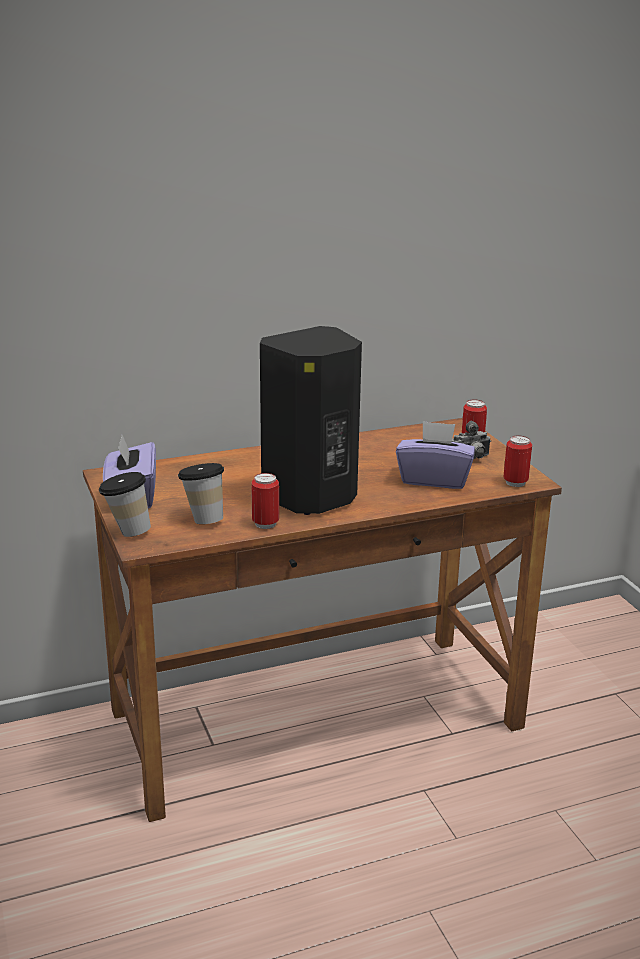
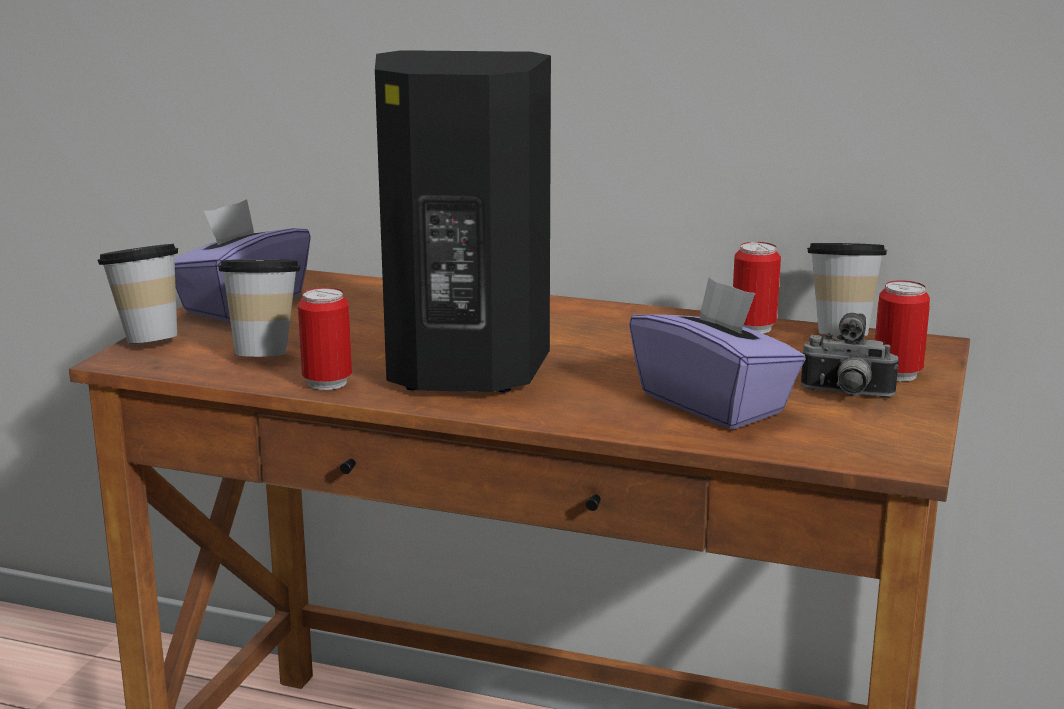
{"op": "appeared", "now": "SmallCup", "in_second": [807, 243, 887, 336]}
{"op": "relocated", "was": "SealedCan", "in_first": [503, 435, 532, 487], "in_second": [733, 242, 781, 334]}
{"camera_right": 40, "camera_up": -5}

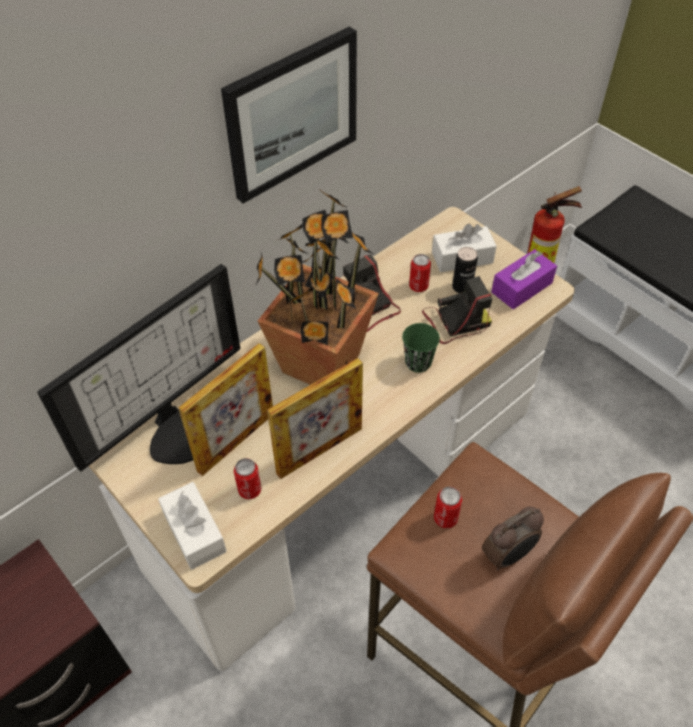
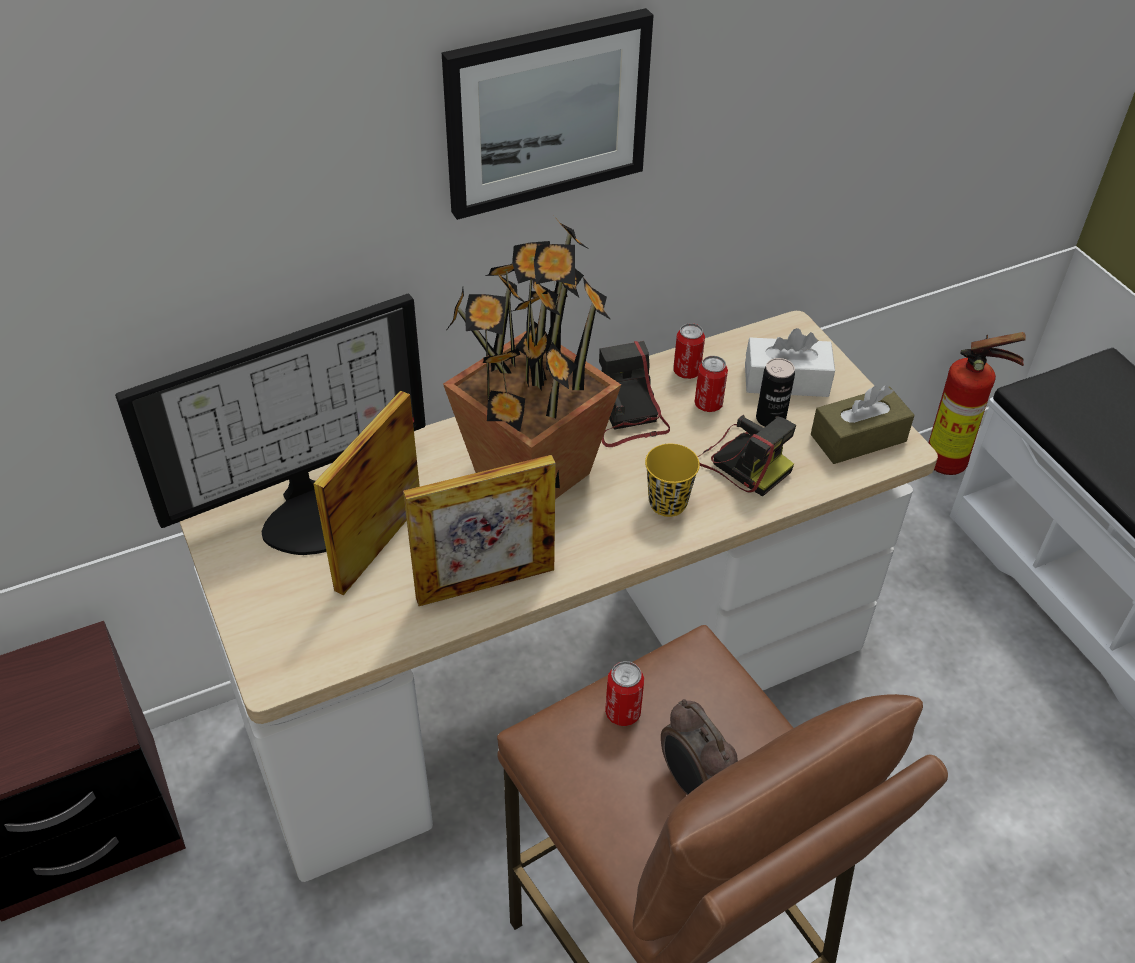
{"op": "missing", "was": "WhitishBoxOfTissues", "in_first": [158, 482, 227, 570]}
{"op": "relocated", "was": "SealedCan", "in_first": [234, 458, 261, 499], "in_second": [673, 323, 705, 379]}
{"op": "colour", "was": "GreenColouredSmallCup", "now": "YellowColouredSmallCup", "in_first": [402, 323, 440, 373], "in_second": [645, 444, 700, 517]}
{"op": "colour", "was": "PurpleBoxOfTissues", "now": "BrownBoxOfTissues", "in_first": [491, 249, 557, 309], "in_second": [810, 385, 915, 464]}
{"op": "spun", "was": "PhotoFrame", "in_first": [178, 343, 273, 476], "in_second": [313, 391, 420, 595], "clockwise": 150}
{"op": "spun", "was": "StillCamera", "in_first": [422, 276, 492, 344], "in_second": [698, 415, 796, 497], "clockwise": 45}
{"op": "spun", "was": "TableClock", "in_first": [482, 506, 544, 571], "in_second": [661, 699, 738, 795], "clockwise": 75}
{"camera_right": 15, "camera_up": -5}

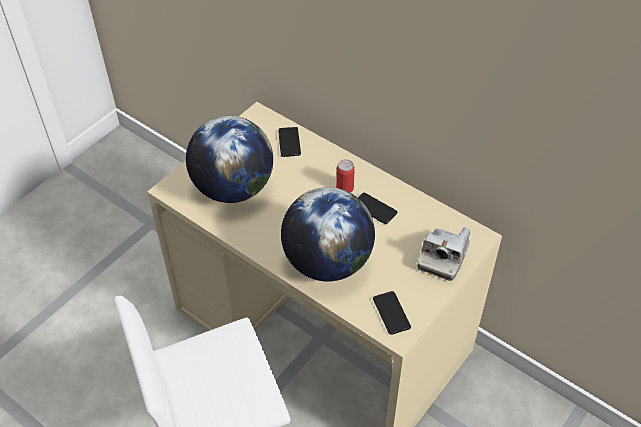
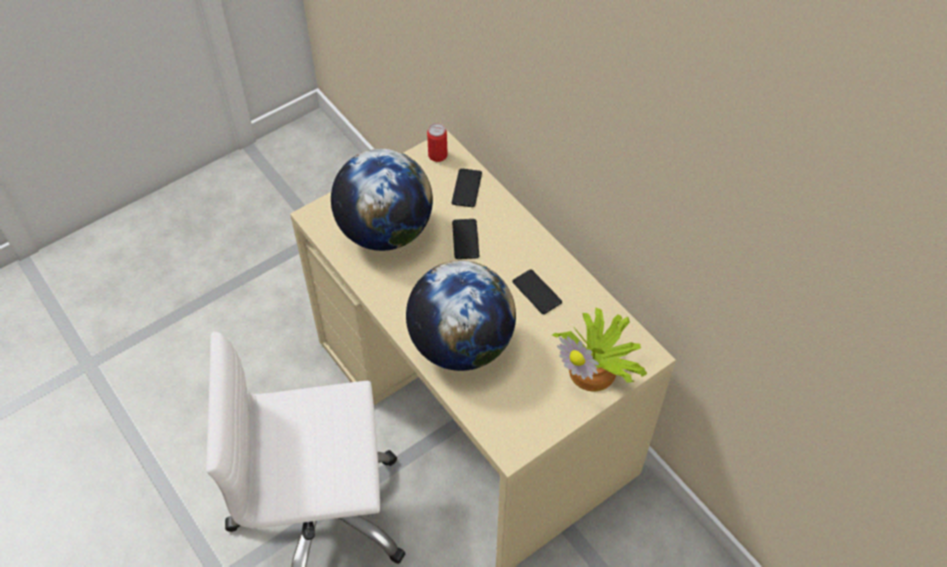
{"op": "relocated", "was": "SealedCan", "in_first": [336, 159, 355, 193], "in_second": [427, 123, 448, 162]}
{"op": "relocated", "was": "Telephone", "in_first": [373, 291, 411, 335], "in_second": [452, 219, 479, 259]}
{"op": "exchanged", "was": "StillCamera", "now": "PlantInAPot", "in_first": [417, 227, 470, 281], "in_second": [552, 308, 647, 391]}
{"camera_right": 15, "camera_up": 5}

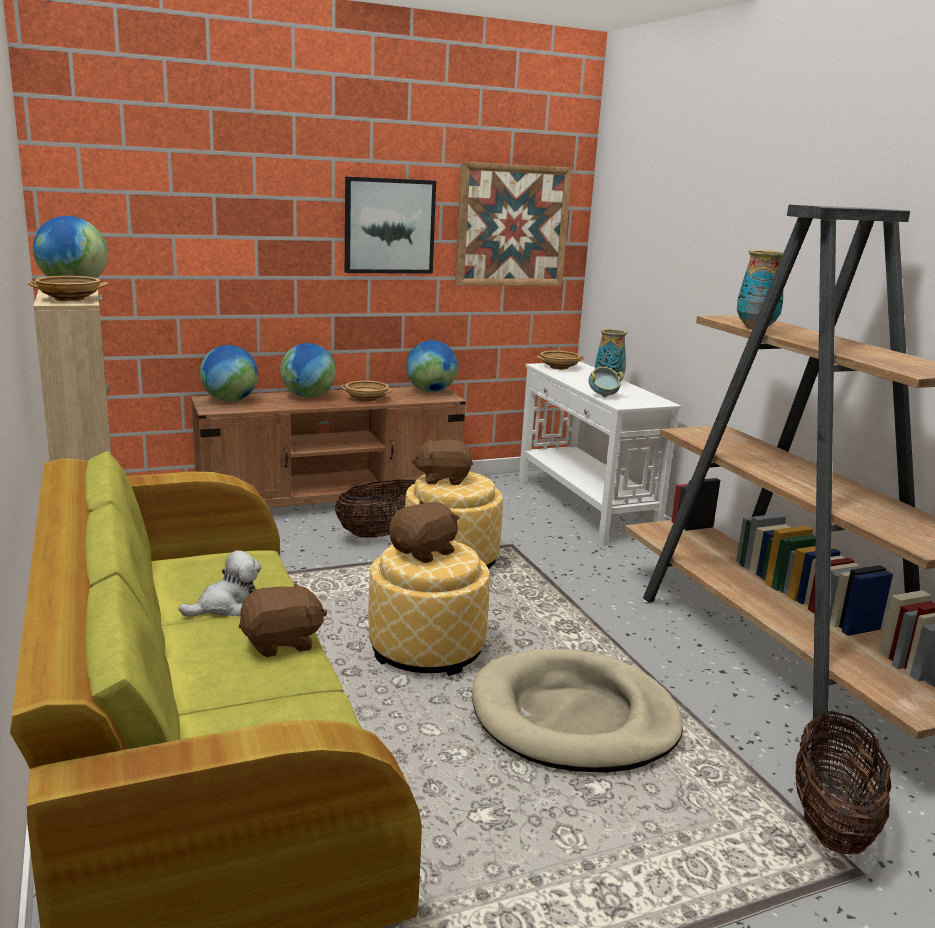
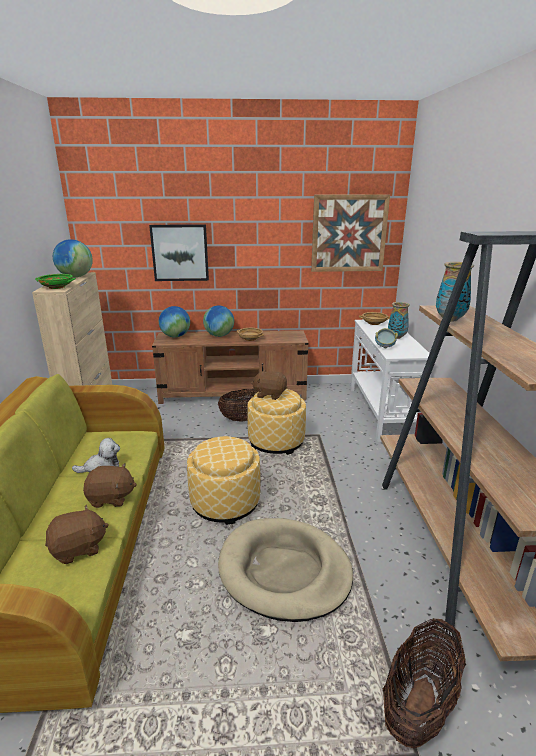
{"op": "missing", "was": "DeskGlobe", "in_first": [406, 340, 458, 392]}
{"op": "relocated", "was": "Picture", "in_first": [345, 176, 436, 274], "in_second": [149, 224, 209, 281]}
{"op": "relocated", "was": "BrownPlushToy", "in_first": [389, 500, 460, 563], "in_second": [45, 505, 108, 564]}
{"op": "colour", "was": "SandColouredBowl", "now": "GreenColouredBowl", "in_first": [28, 276, 108, 302], "in_second": [35, 274, 76, 289]}
{"camera_right": 20, "camera_up": 5}

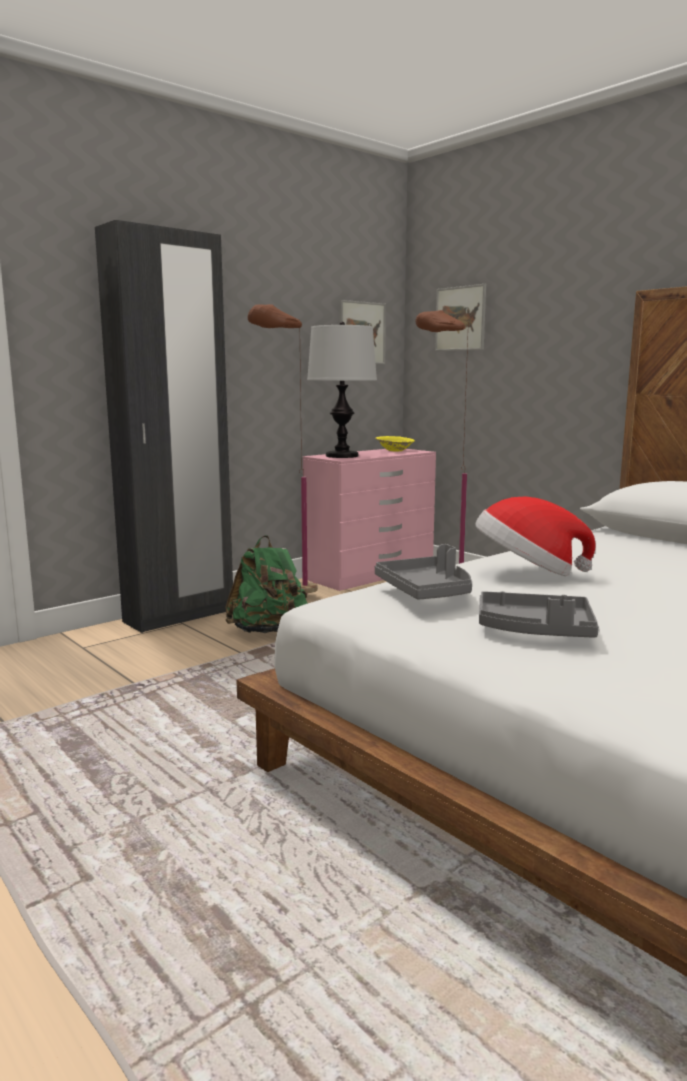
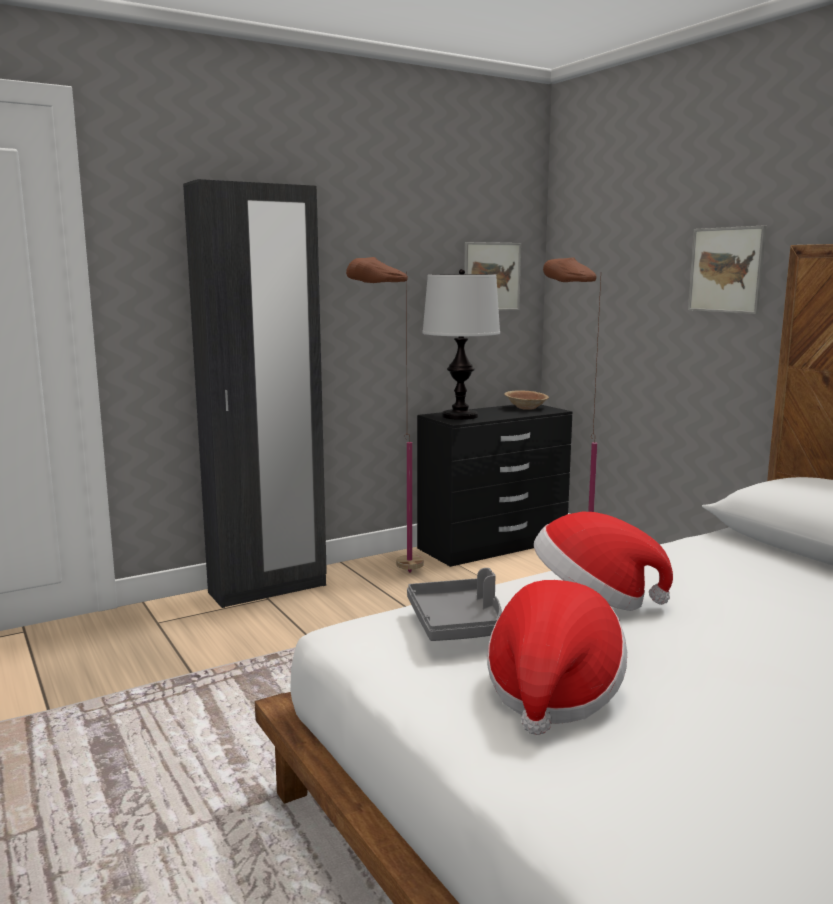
{"op": "missing", "was": "GreenColouredRucksack", "in_first": [226, 535, 308, 633]}
{"op": "relocated", "was": "Picture", "in_first": [435, 284, 486, 351], "in_second": [688, 226, 766, 314]}
{"op": "exchanged", "was": "GreyTray", "now": "ClothingHat", "in_first": [479, 591, 599, 638], "in_second": [487, 580, 627, 735]}
{"op": "colour", "was": "PinkDrawerChest", "now": "BlackDrawerChest", "in_first": [303, 449, 436, 591], "in_second": [417, 405, 572, 567]}
{"op": "colour", "was": "YellowColouredBowl", "now": "BrownBowl", "in_first": [375, 436, 415, 451], "in_second": [504, 390, 549, 410]}
{"camera_right": 10, "camera_up": 0}

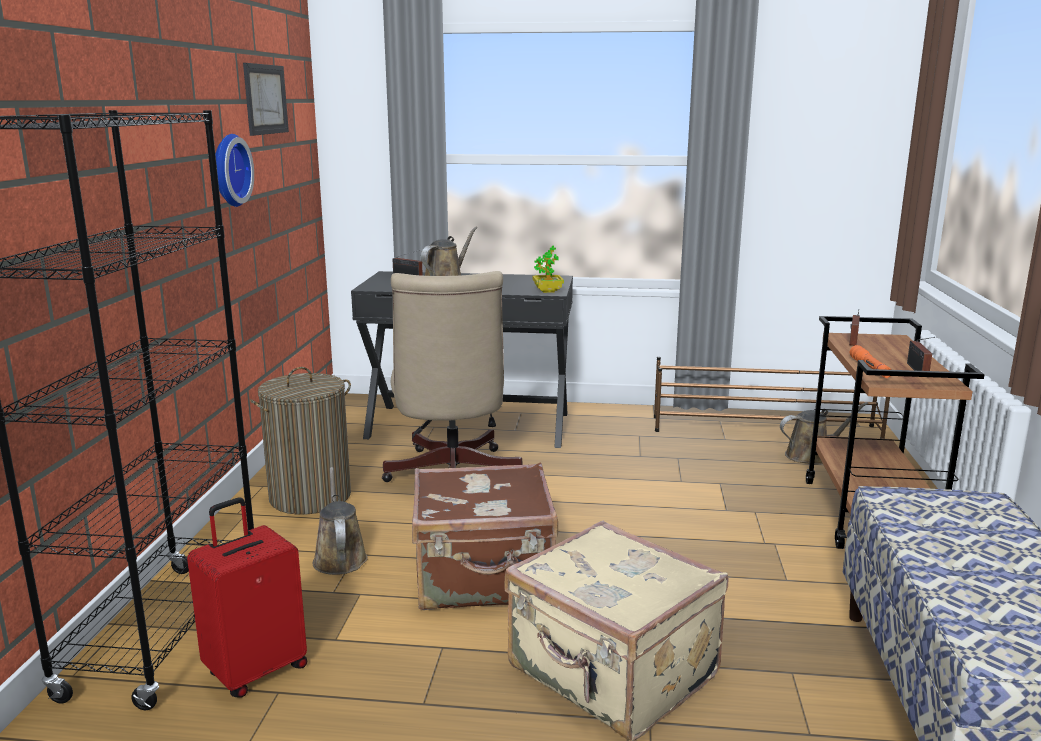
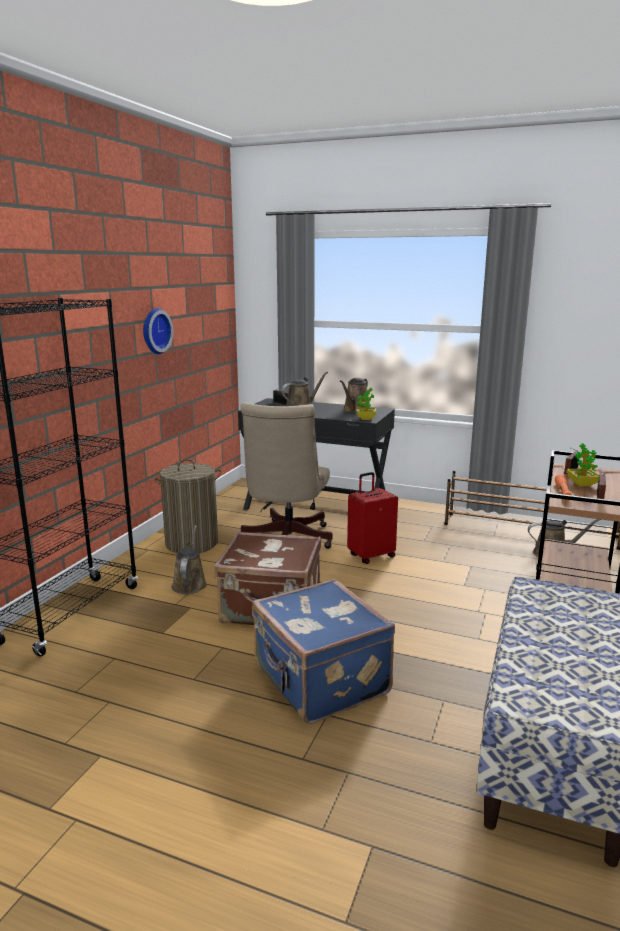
{"op": "missing", "was": "Picture", "in_first": [243, 63, 289, 136]}
{"op": "appeared", "now": "BrownSprinklingCan", "in_second": [340, 378, 370, 413]}
{"op": "appeared", "now": "PlantInAPot", "in_second": [566, 443, 599, 486]}
{"op": "relocated", "was": "ReddishPieceOfLuggage", "in_first": [187, 498, 307, 697], "in_second": [347, 472, 398, 564]}
{"op": "colour", "was": "SandColouredPieceOfLuggage", "now": "BluePieceOfLuggage", "in_first": [504, 520, 728, 741], "in_second": [252, 579, 395, 724]}
{"camera_right": 15, "camera_up": 0}

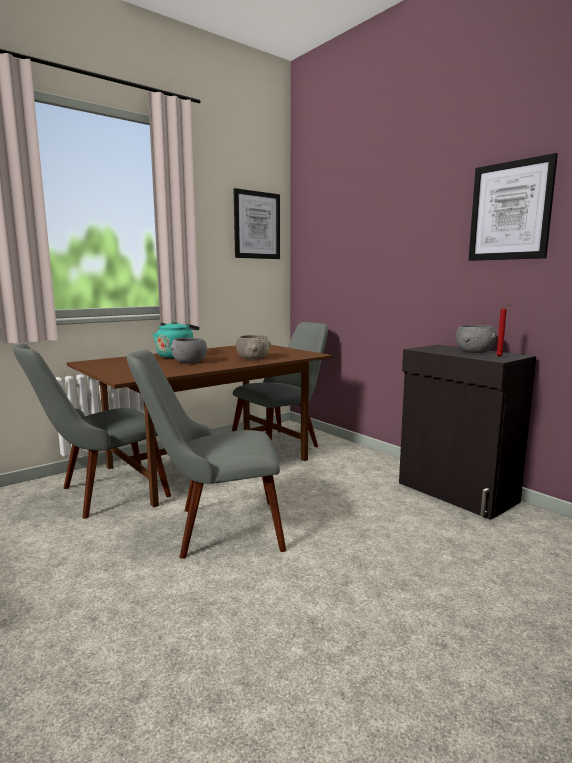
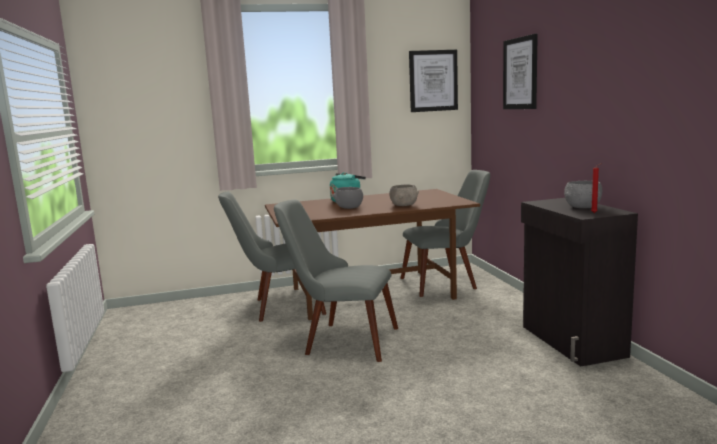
{"op": "relocated", "was": "Picture", "in_first": [469, 153, 558, 261], "in_second": [503, 34, 538, 109]}
{"camera_right": 25, "camera_up": 0}

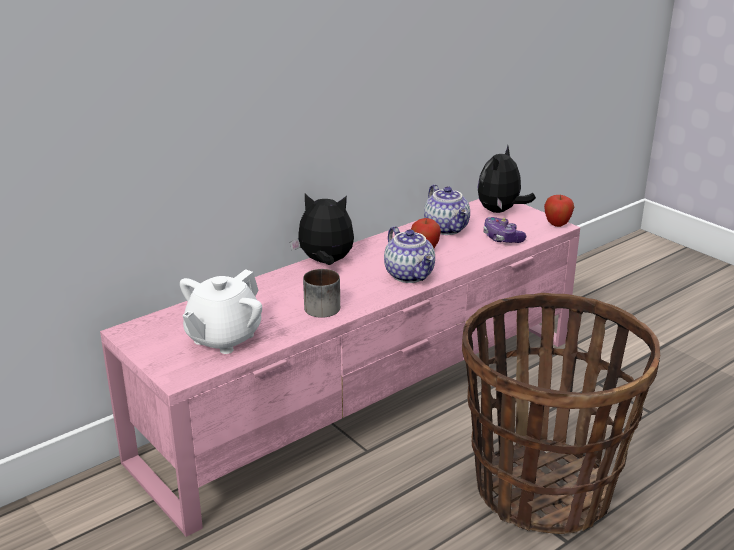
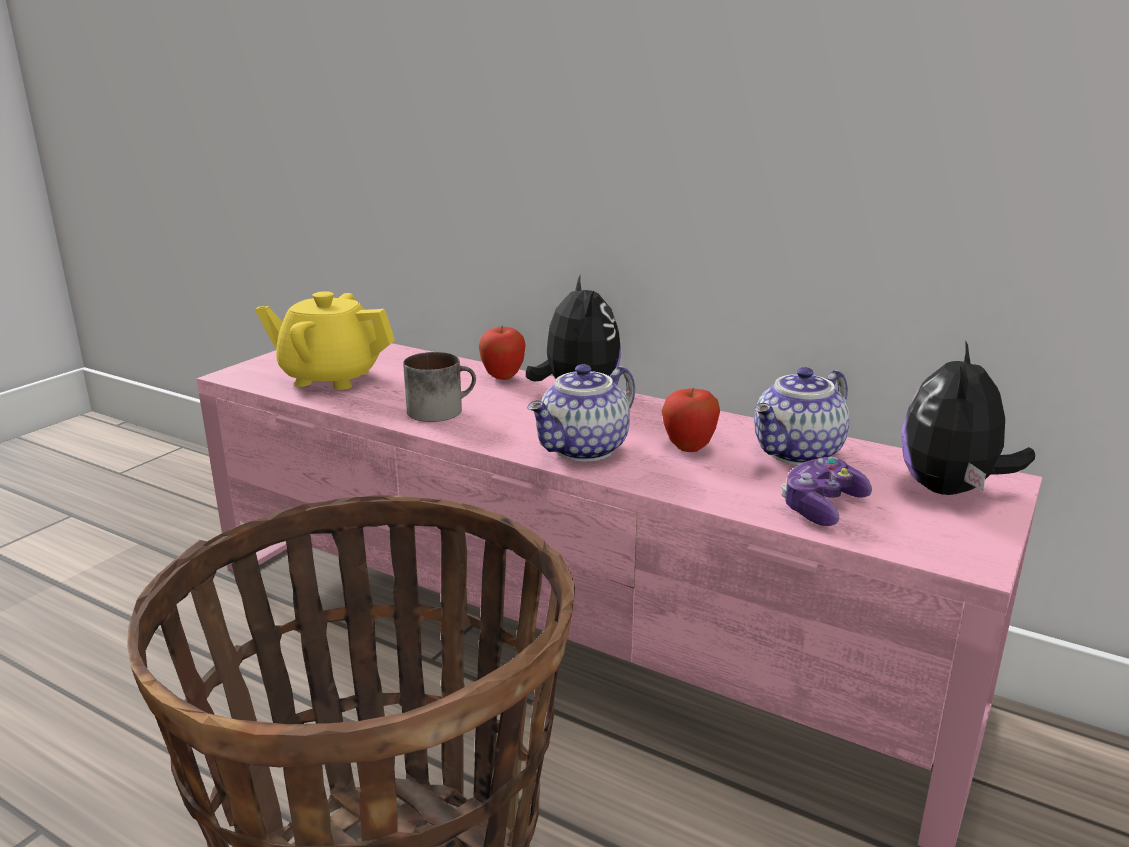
{"op": "relocated", "was": "AppleFruit", "in_first": [544, 195, 574, 227], "in_second": [479, 326, 526, 380]}
{"op": "colour", "was": "WhitishTeapot", "now": "YellowColouredTeapot", "in_first": [180, 269, 262, 354], "in_second": [255, 291, 395, 390]}
{"op": "spun", "was": "PlushToy", "in_first": [477, 145, 536, 213], "in_second": [902, 340, 1035, 495], "clockwise": -75}
{"camera_right": 70, "camera_up": -5}

